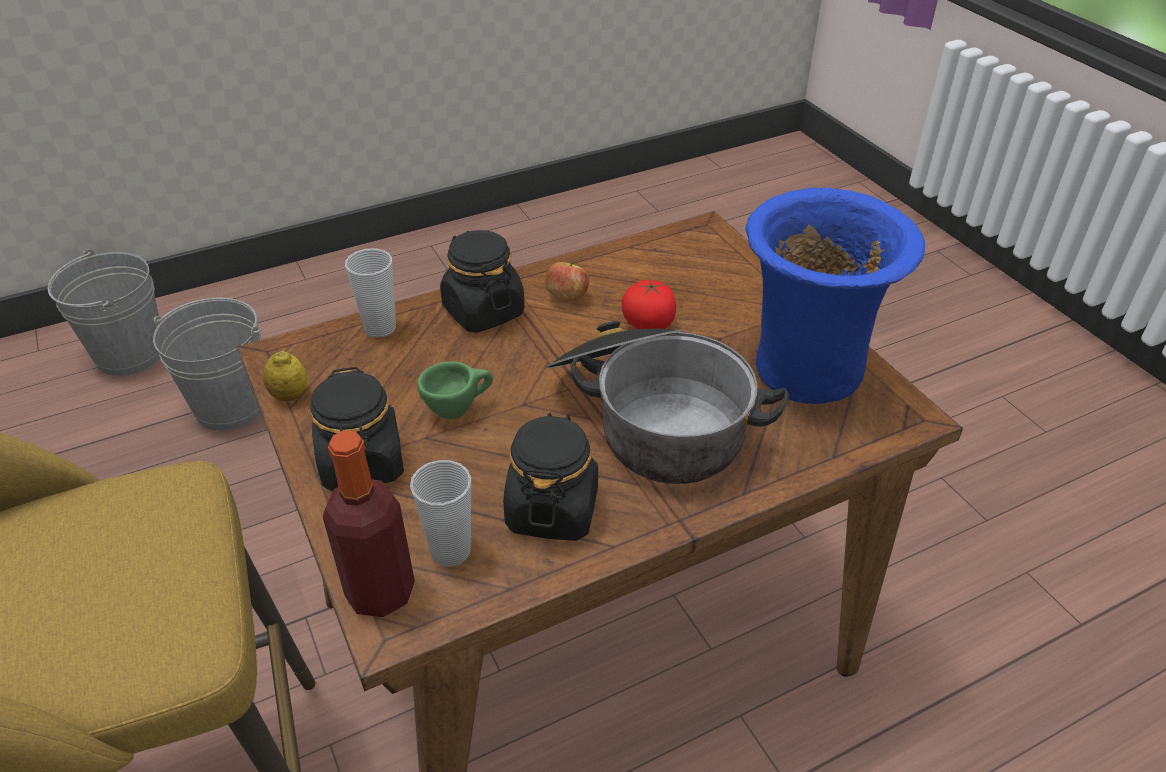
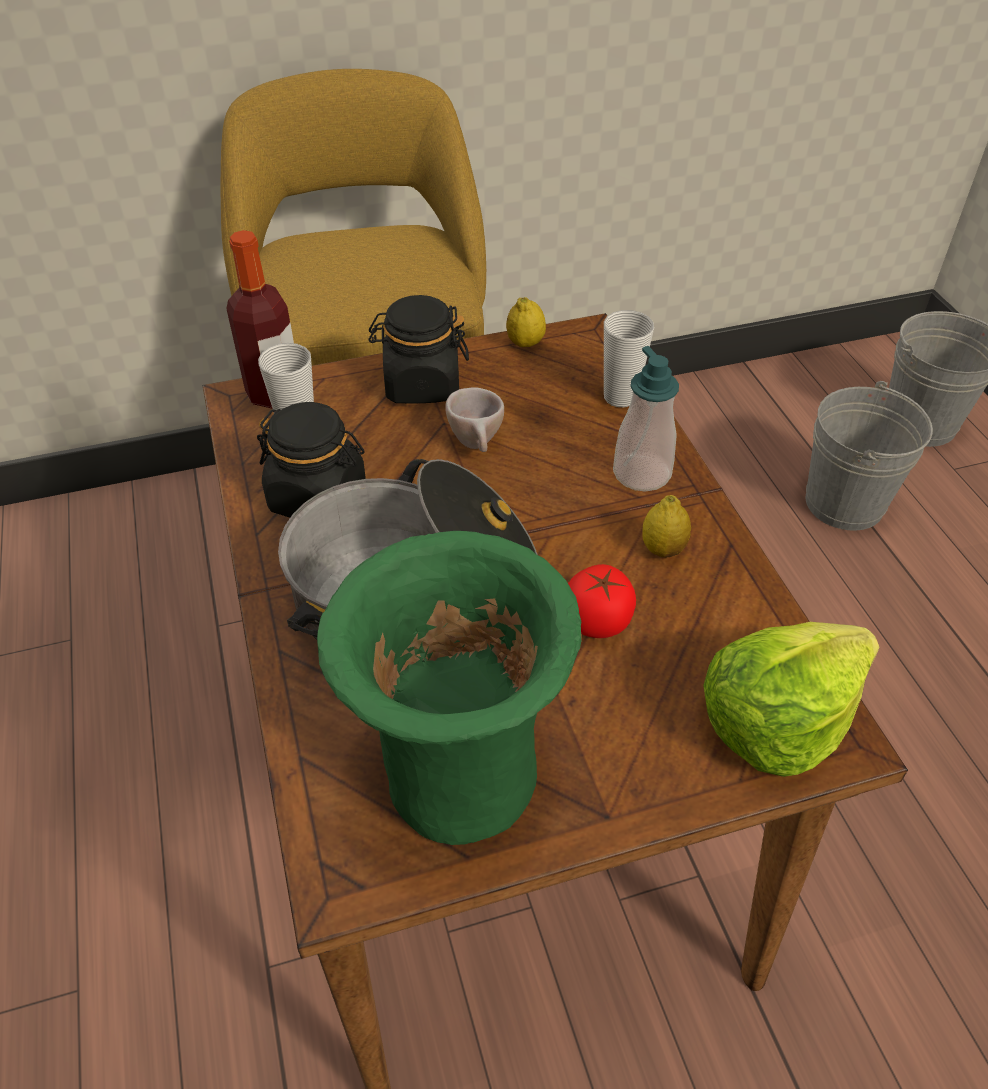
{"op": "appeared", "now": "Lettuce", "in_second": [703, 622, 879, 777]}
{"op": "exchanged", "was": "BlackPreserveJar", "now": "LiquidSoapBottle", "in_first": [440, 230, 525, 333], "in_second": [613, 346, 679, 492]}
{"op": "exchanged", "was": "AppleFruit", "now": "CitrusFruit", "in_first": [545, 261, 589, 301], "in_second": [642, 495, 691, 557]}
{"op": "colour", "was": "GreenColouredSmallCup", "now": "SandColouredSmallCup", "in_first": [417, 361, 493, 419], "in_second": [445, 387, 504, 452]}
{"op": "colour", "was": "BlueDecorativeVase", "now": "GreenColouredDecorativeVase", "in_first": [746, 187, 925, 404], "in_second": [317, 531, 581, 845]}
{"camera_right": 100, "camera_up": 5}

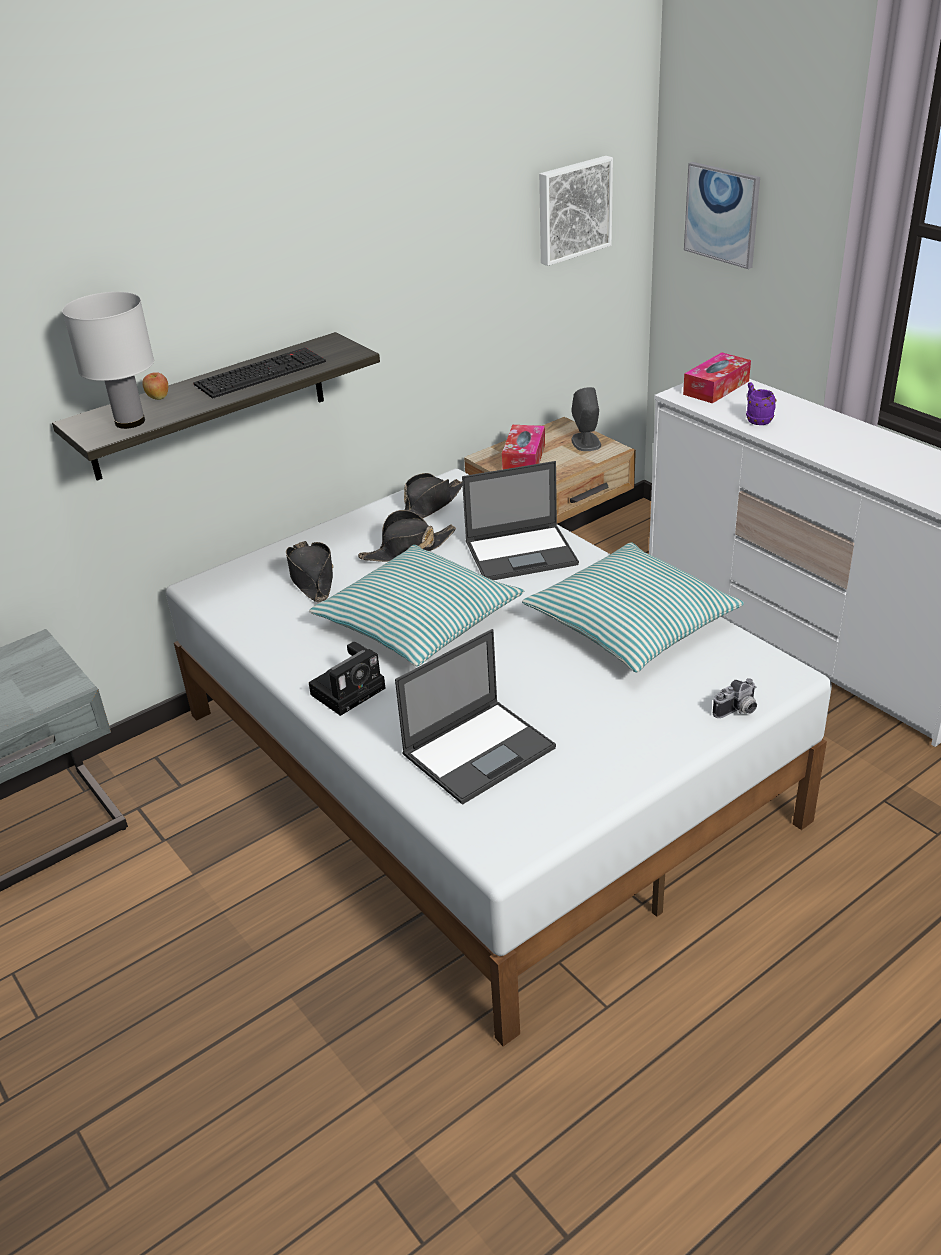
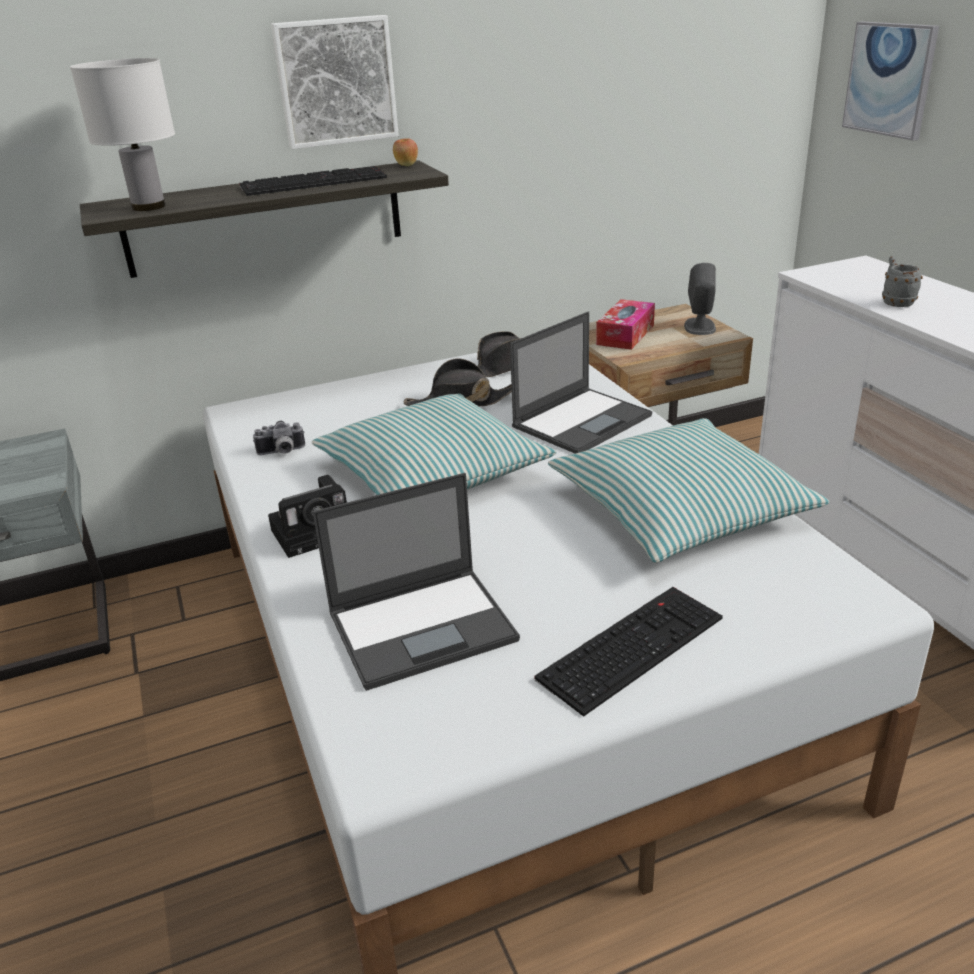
{"op": "missing", "was": "BlackClothingHat", "in_first": [286, 541, 333, 602]}
{"op": "missing", "was": "BoxOfTissues", "in_first": [683, 352, 751, 404]}
{"op": "appeared", "now": "ComputerKeyboard", "in_second": [535, 587, 723, 717]}
{"op": "relocated", "was": "AppleFruit", "in_first": [142, 372, 168, 400], "in_second": [393, 138, 418, 166]}
{"op": "relocated", "was": "Picture", "in_first": [539, 156, 613, 266], "in_second": [271, 15, 399, 149]}
{"op": "relocated", "was": "StillCamera", "in_first": [713, 678, 757, 718], "in_second": [253, 421, 305, 455]}
{"op": "colour", "was": "PurpleMug", "now": "GreyMug", "in_first": [746, 382, 776, 425], "in_second": [882, 256, 923, 307]}
{"op": "spun", "was": "NotebookComputer", "in_first": [462, 461, 579, 580], "in_second": [510, 311, 652, 453], "clockwise": -45}
{"camera_right": 15, "camera_up": -5}

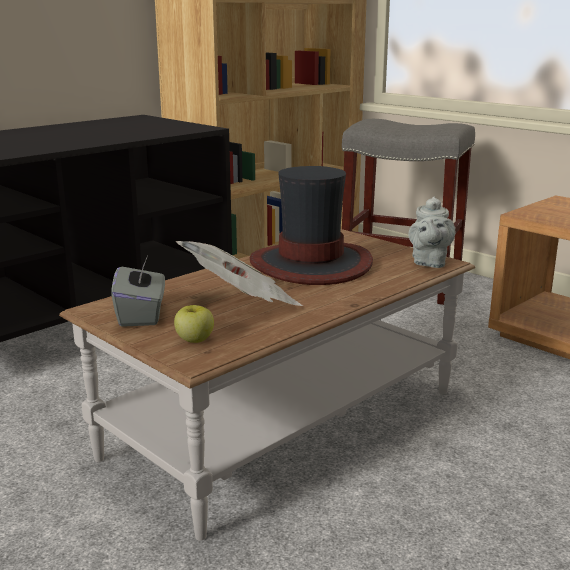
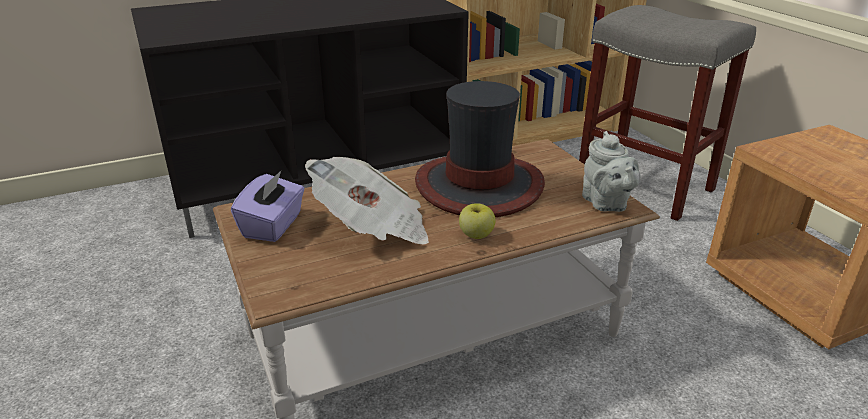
{"op": "relocated", "was": "AppleFruit", "in_first": [174, 305, 214, 343], "in_second": [459, 204, 495, 239]}
{"op": "colour", "was": "GreyBoxOfTissues", "now": "PurpleBoxOfTissues", "in_first": [111, 256, 165, 327], "in_second": [231, 171, 304, 242]}
{"op": "spun", "was": "GreyTeapot", "in_first": [408, 196, 455, 268], "in_second": [582, 131, 640, 212], "clockwise": -45}
{"camera_right": 20, "camera_up": 10}

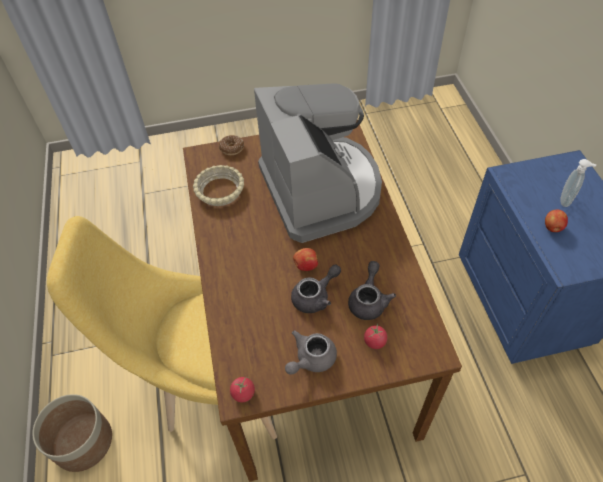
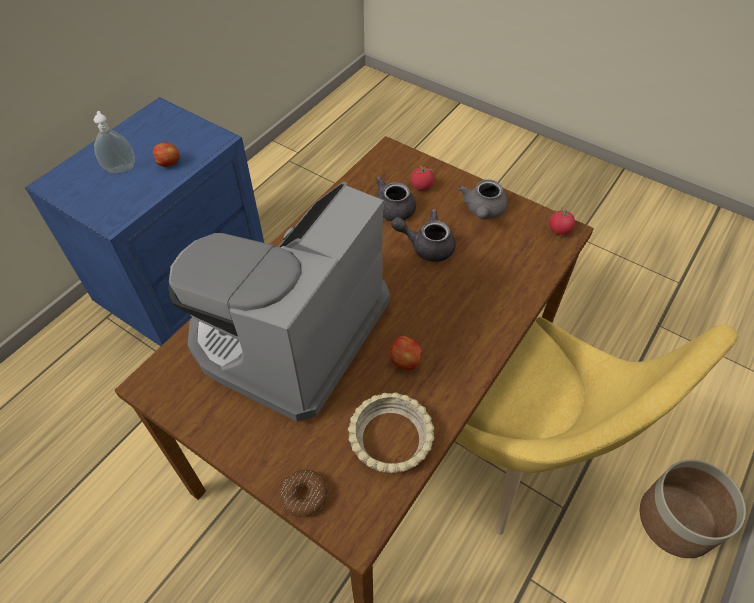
{"op": "relocated", "was": "AppleFruit", "in_first": [293, 248, 318, 271], "in_second": [389, 336, 422, 370]}
{"op": "spun", "was": "GreyTeapot", "in_first": [285, 330, 337, 375], "in_second": [459, 179, 507, 219], "clockwise": 105}
{"camera_right": -135, "camera_up": 0}

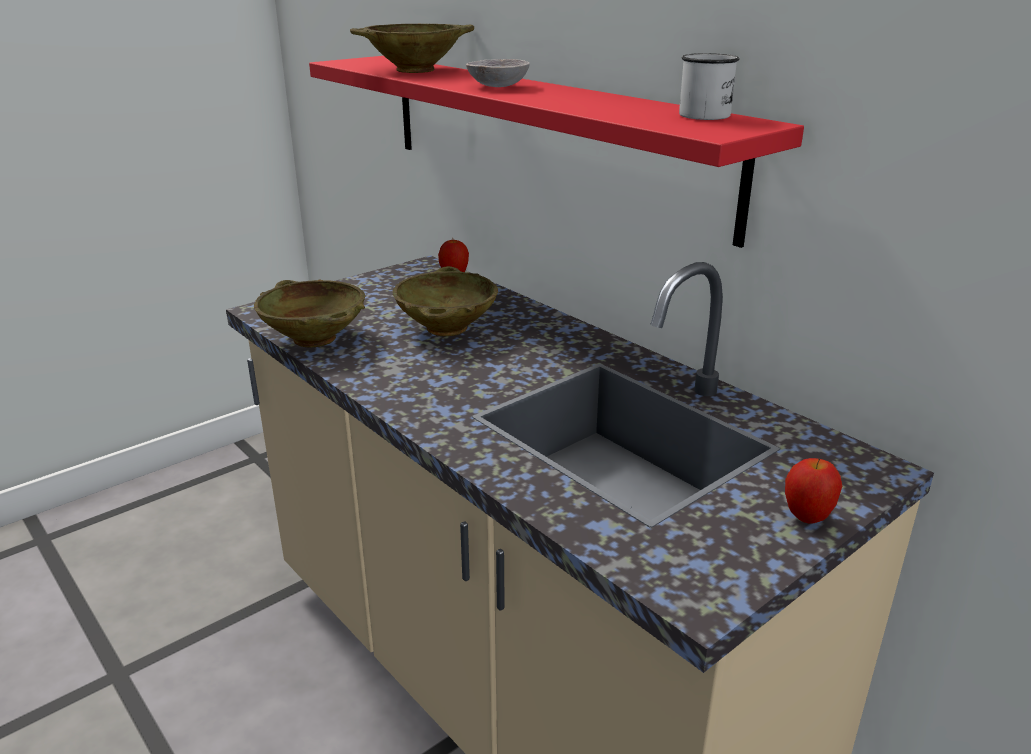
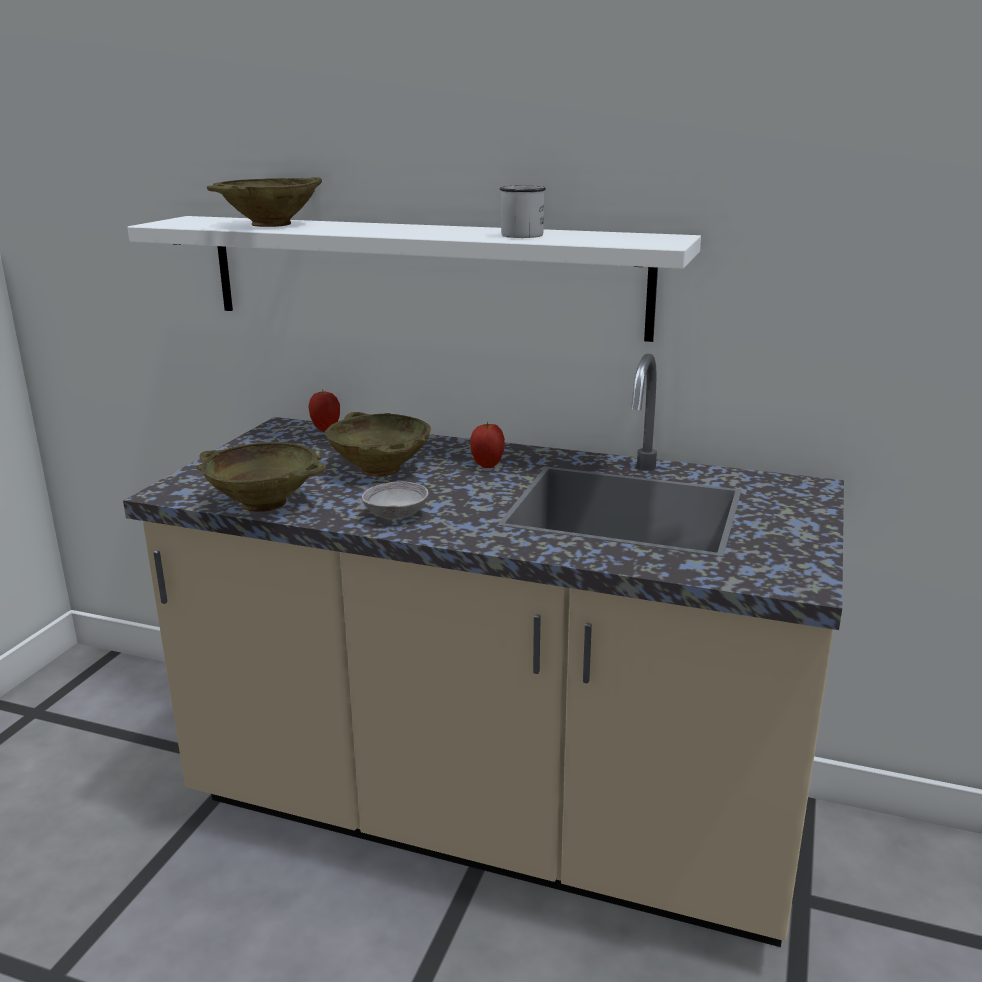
{"op": "relocated", "was": "GreyBowl", "in_first": [466, 59, 530, 87], "in_second": [362, 481, 429, 519]}
{"op": "relocated", "was": "WhitishMug", "in_first": [679, 53, 739, 120], "in_second": [499, 185, 546, 238]}
{"op": "relocated", "was": "AppleFruit", "in_first": [785, 458, 842, 524], "in_second": [470, 422, 505, 468]}
{"op": "colour", "was": "ReddishWallShelf", "now": "WhitishWallShelf", "in_first": [309, 56, 804, 248], "in_second": [128, 216, 701, 342]}
{"camera_right": -30, "camera_up": -5}

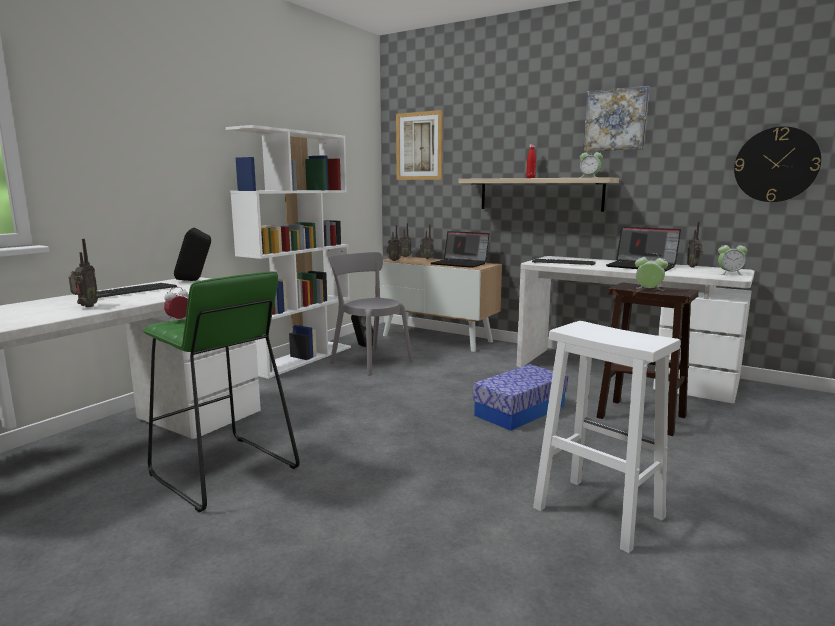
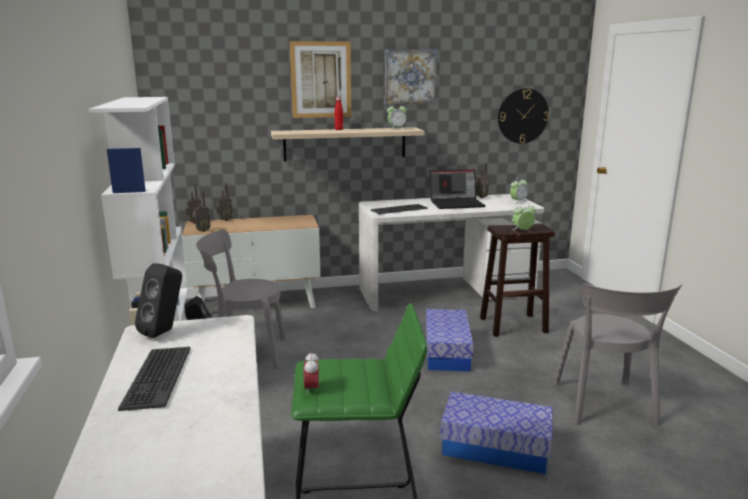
{"op": "missing", "was": "Radio", "in_first": [69, 239, 98, 307]}
{"op": "missing", "was": "NotebookComputer", "in_first": [431, 231, 490, 268]}
{"op": "appeared", "now": "StorageBin", "in_second": [440, 391, 553, 474]}
{"op": "relocated", "was": "Picture", "in_first": [396, 110, 443, 180], "in_second": [290, 41, 351, 118]}
{"op": "exchanged", "was": "WhitishSittingStool", "now": "GreyChair", "in_first": [533, 321, 680, 553], "in_second": [553, 284, 682, 425]}
{"camera_right": -45, "camera_up": 5}

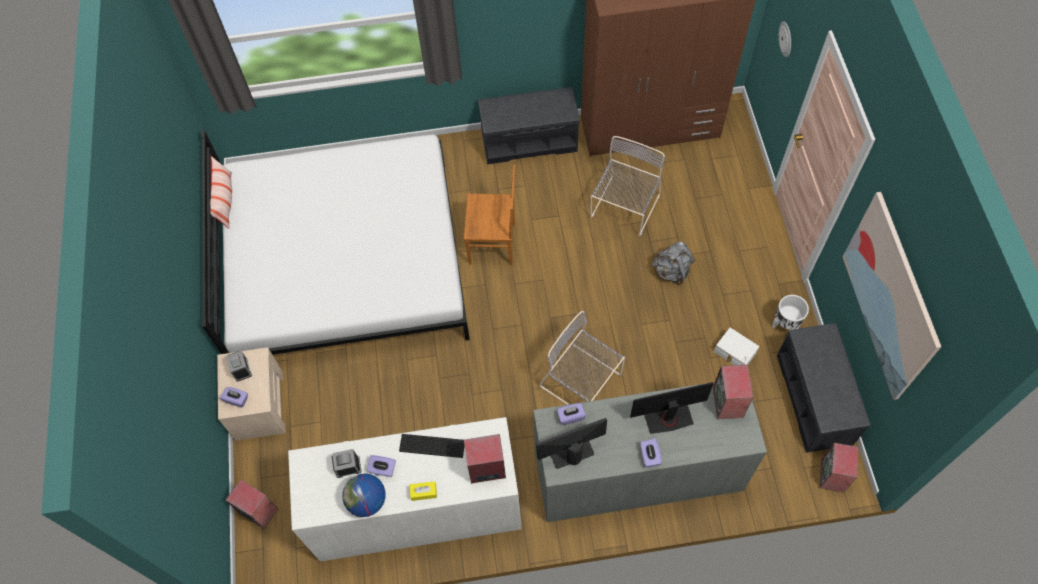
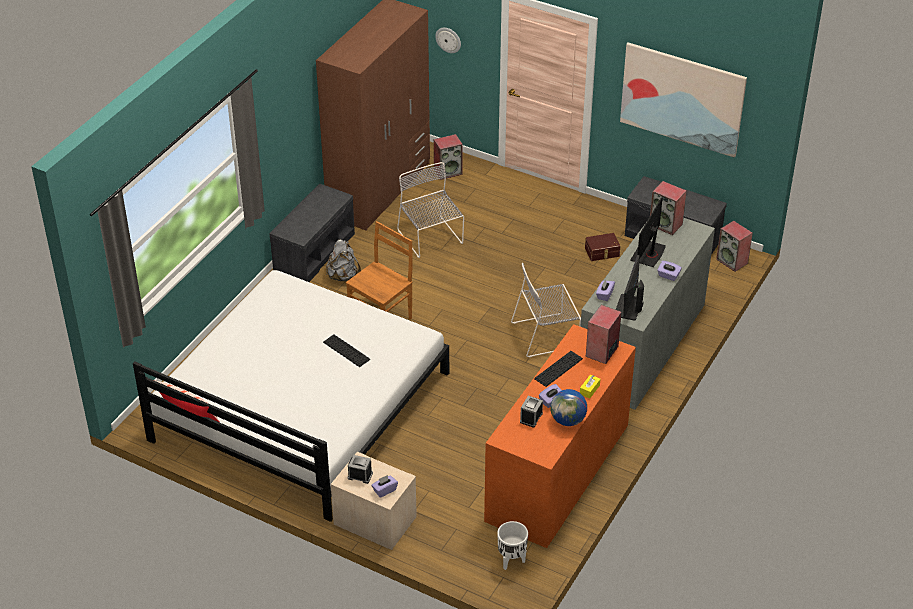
{"op": "appeared", "now": "ComputerKeyboard", "in_second": [323, 334, 370, 367]}
{"op": "relocated", "was": "Speaker", "in_first": [226, 479, 278, 529], "in_second": [434, 134, 463, 180]}
{"op": "relocated", "was": "GreyRucksack", "in_first": [652, 242, 695, 285], "in_second": [326, 239, 361, 281]}
{"op": "relocated", "was": "WhitishPlanter", "in_first": [772, 295, 809, 330], "in_second": [497, 521, 528, 570]}
{"op": "colour", "was": "WhitishDrawerChest", "now": "OrangeyDrawerChest", "in_first": [288, 417, 522, 561], "in_second": [484, 324, 636, 548]}
{"op": "colour", "was": "WhitishStorageBin", "now": "BrownStorageBin", "in_first": [714, 328, 759, 365], "in_second": [585, 233, 620, 261]}
{"camera_right": -55, "camera_up": -20}

